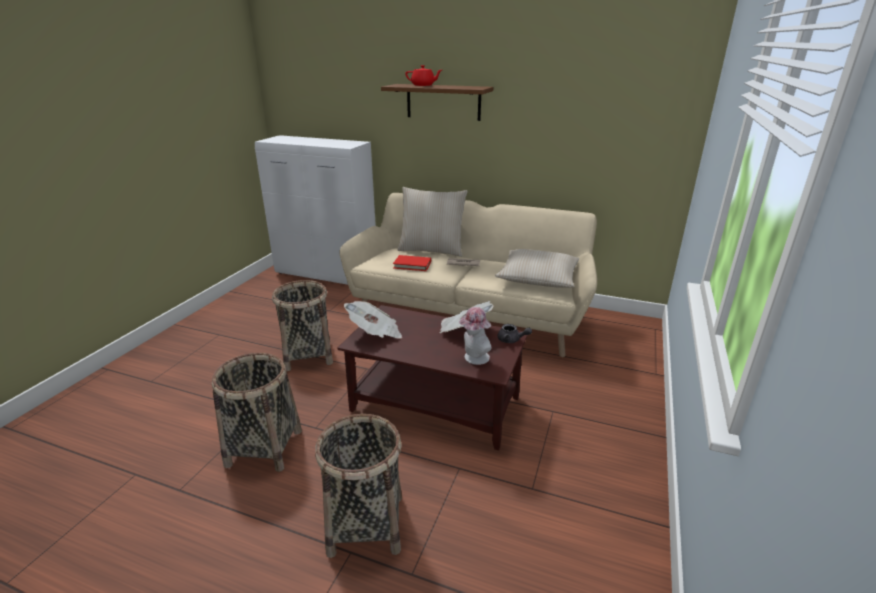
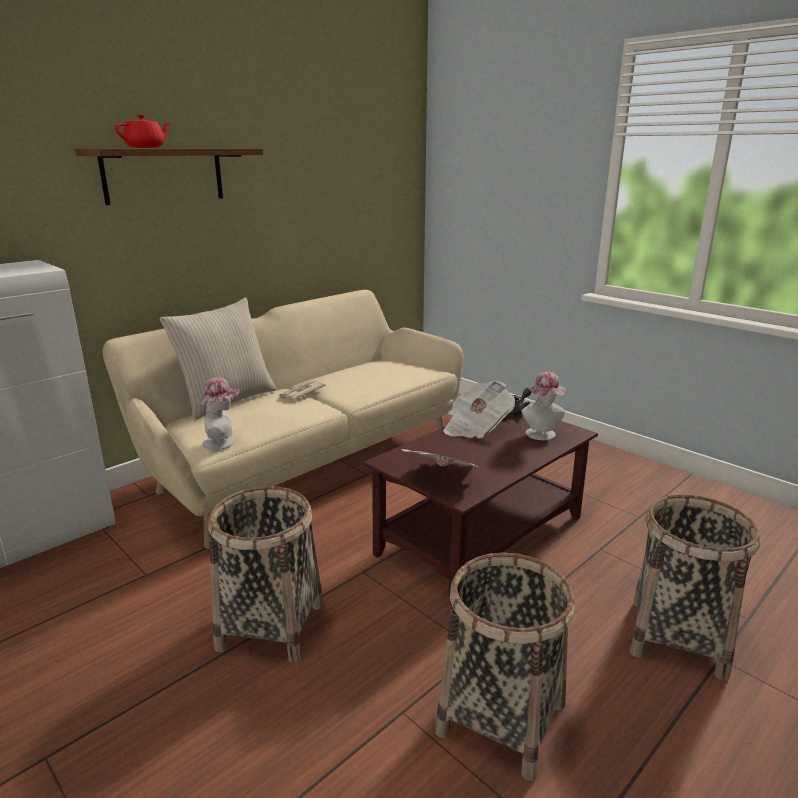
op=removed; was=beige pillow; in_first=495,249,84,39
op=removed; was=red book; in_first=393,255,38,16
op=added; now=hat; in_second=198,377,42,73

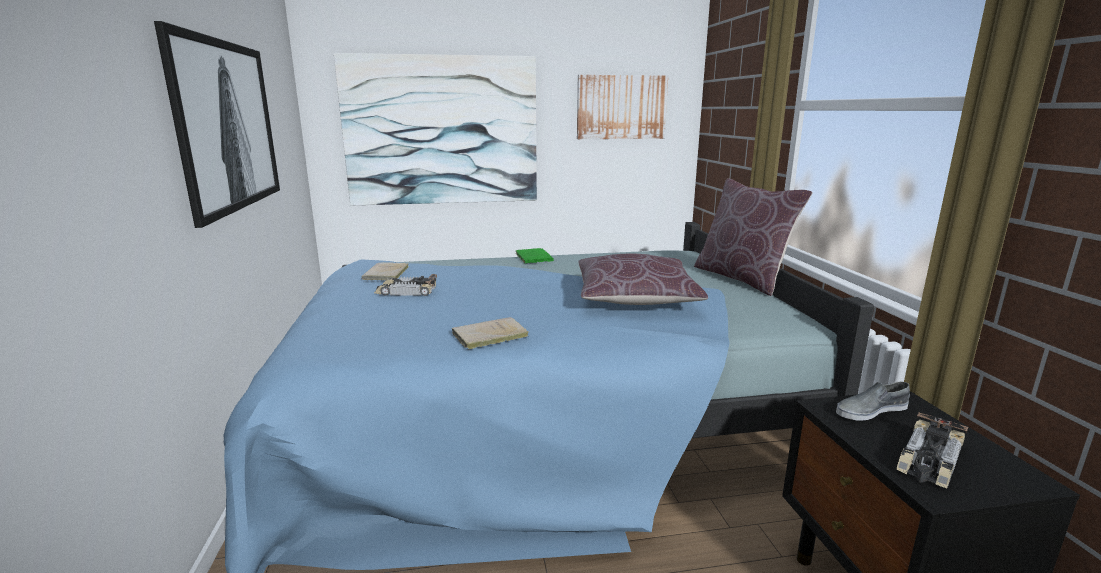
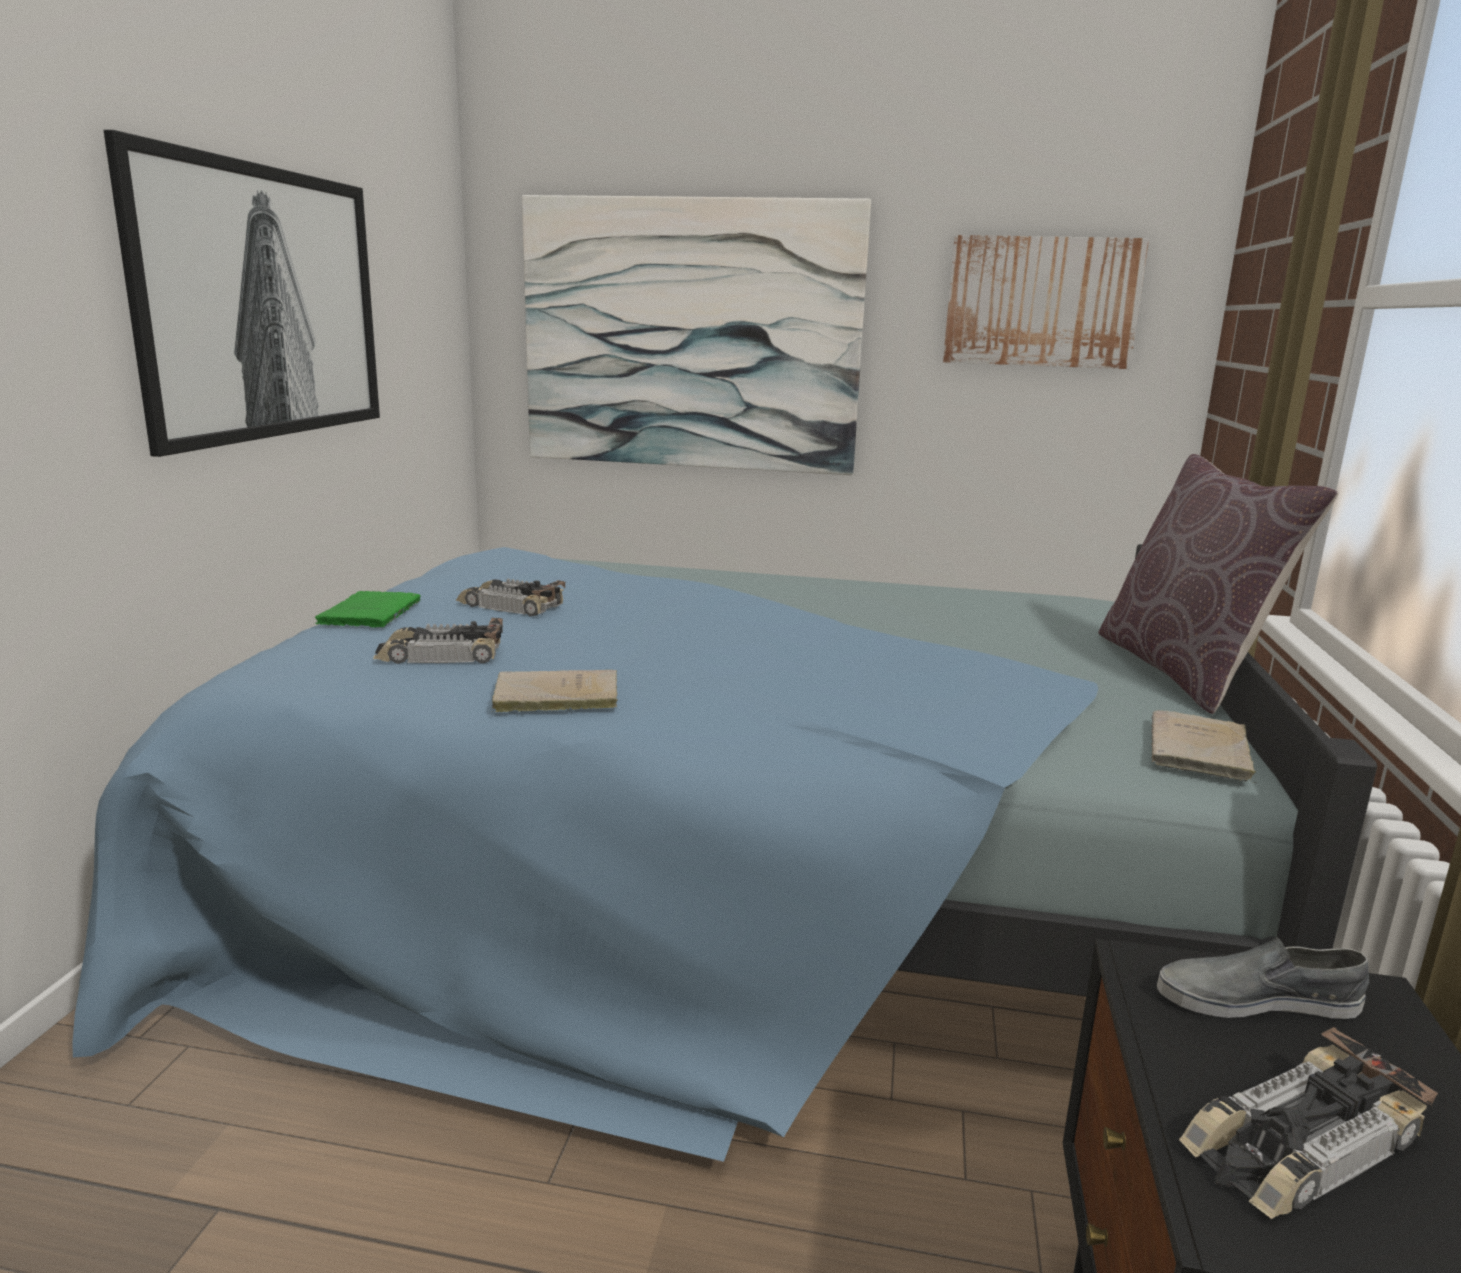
op=moved; was=green book; in_first=515,248,39,15; in_second=315,591,106,37
op=removed; was=brown pillow; in_first=578,254,130,51
op=moved; was=beige book; in_first=361,262,48,18; in_second=1151,710,105,73
op=added; now=toy car; in_second=373,618,130,46

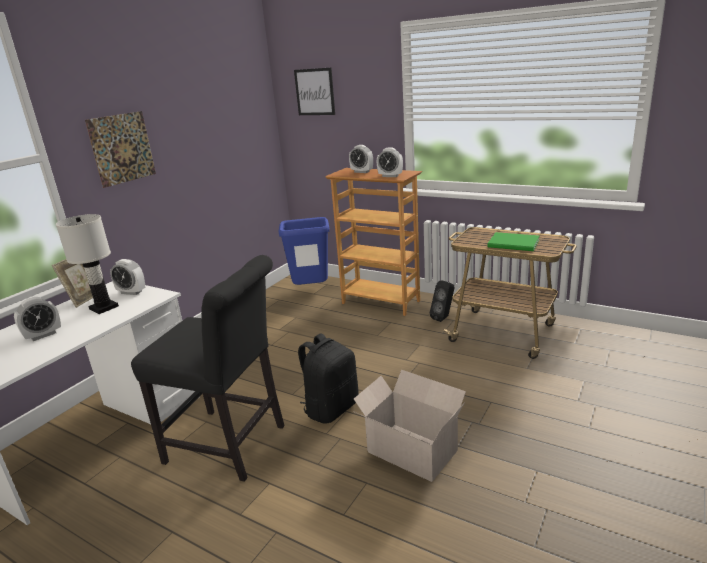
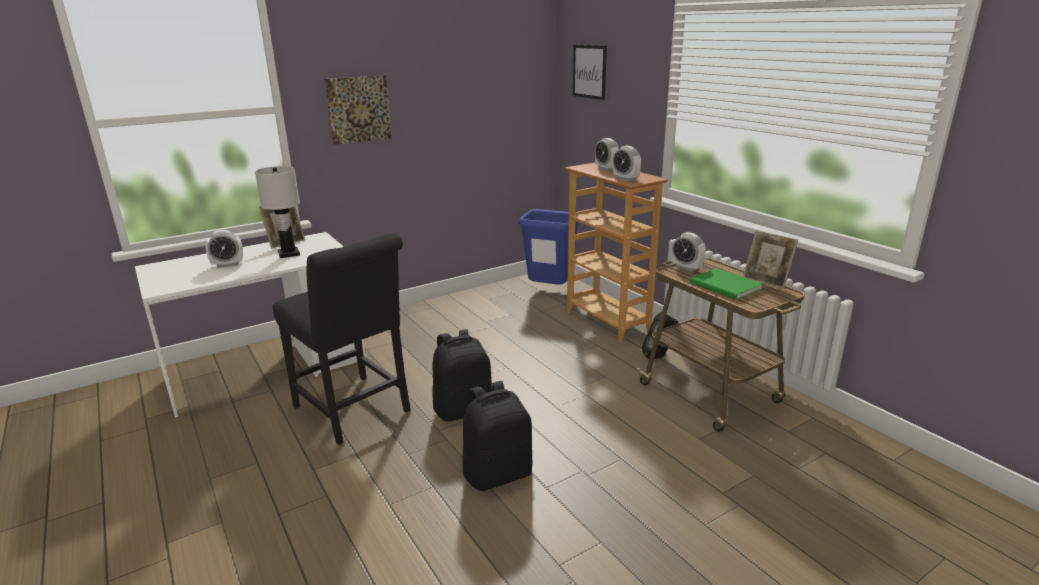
op=moved; was=alarm clock; in_first=110,259,35,36; in_second=671,232,35,40
op=replaced; was=cardboard box; now=black backpack; in_first=353,369,113,113; in_second=462,381,70,110
op=added; now=picture frame; in_second=743,230,55,59

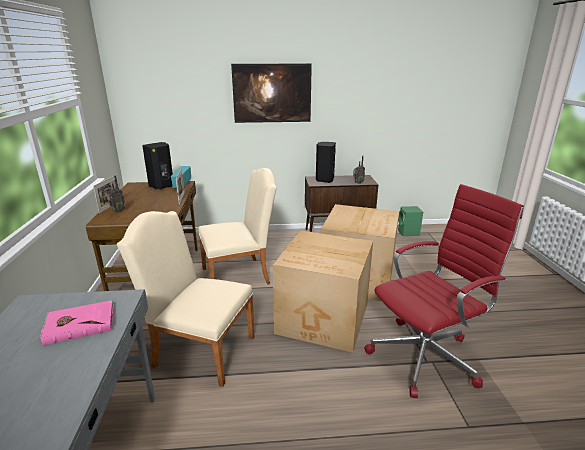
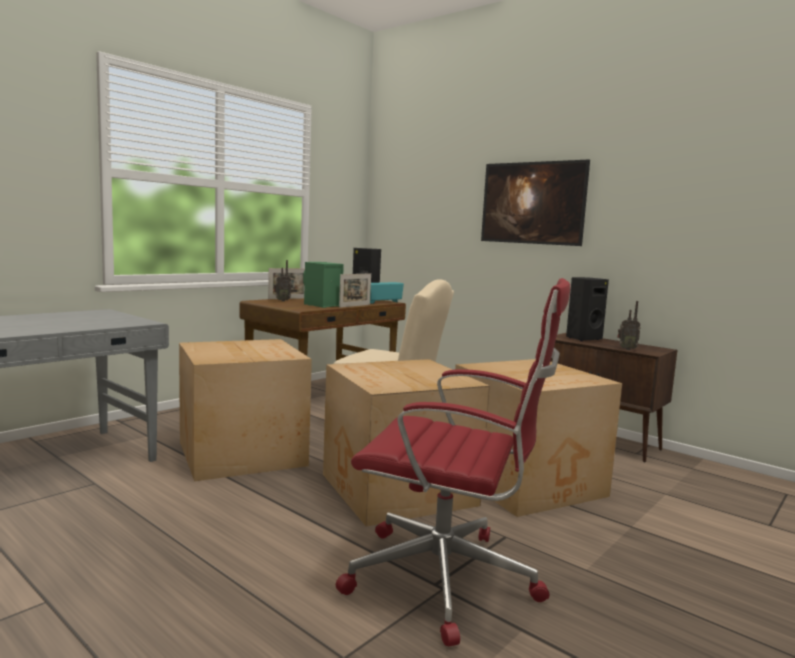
op=moved; was=green speaker; in_first=398,206,25,30; in_second=303,262,41,46
op=replaced; was=beige chair; now=cardboard box; in_first=116,211,138,176; in_second=179,339,133,142
op=removed; was=pink book; in_first=40,300,74,45

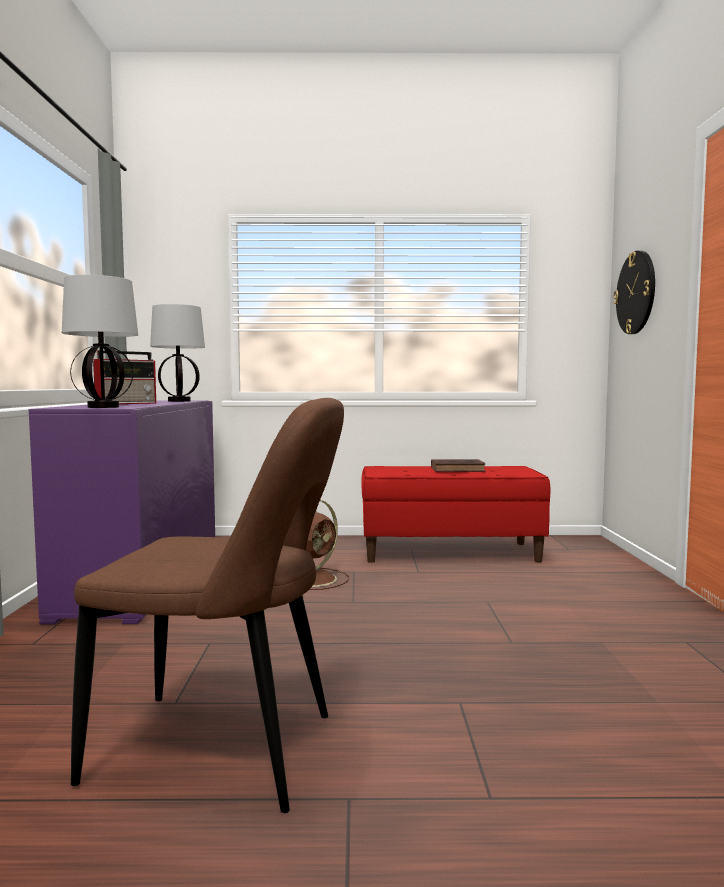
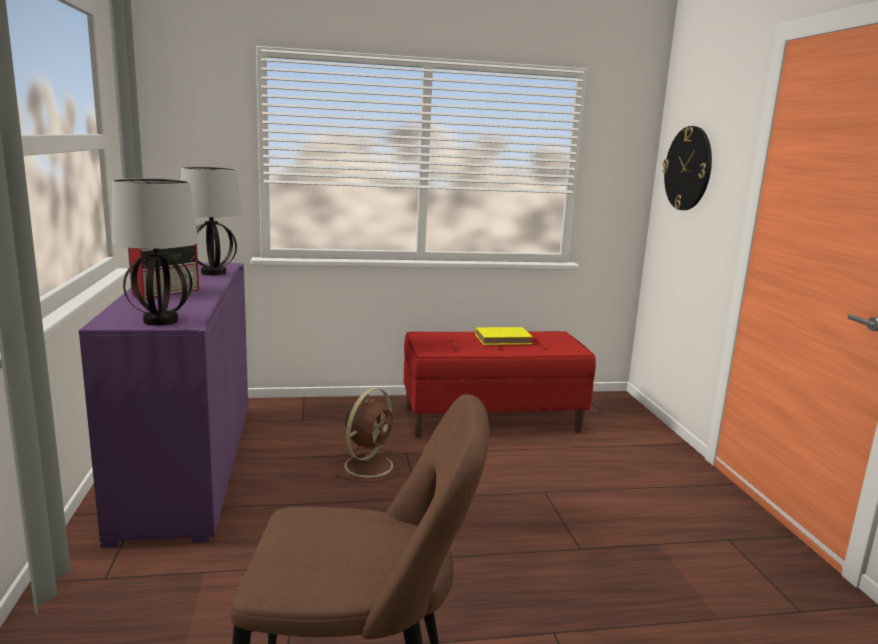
op=recoloured; was=brown book; now=yellow book; in_first=431,459,54,13; in_second=475,327,57,18

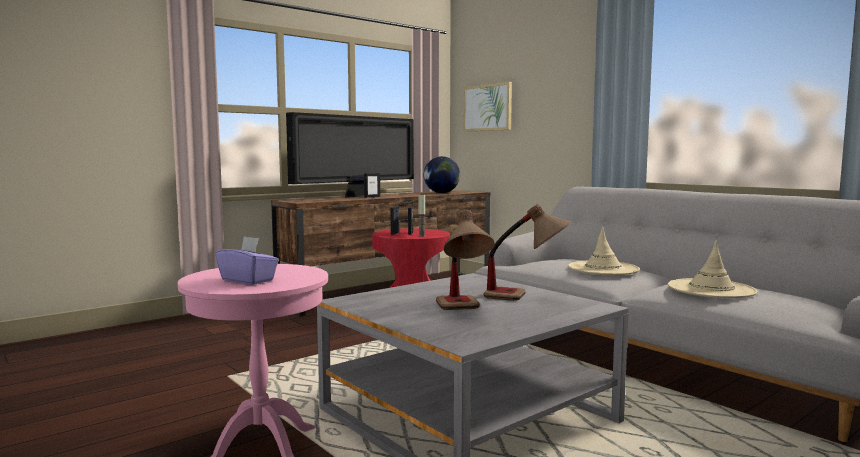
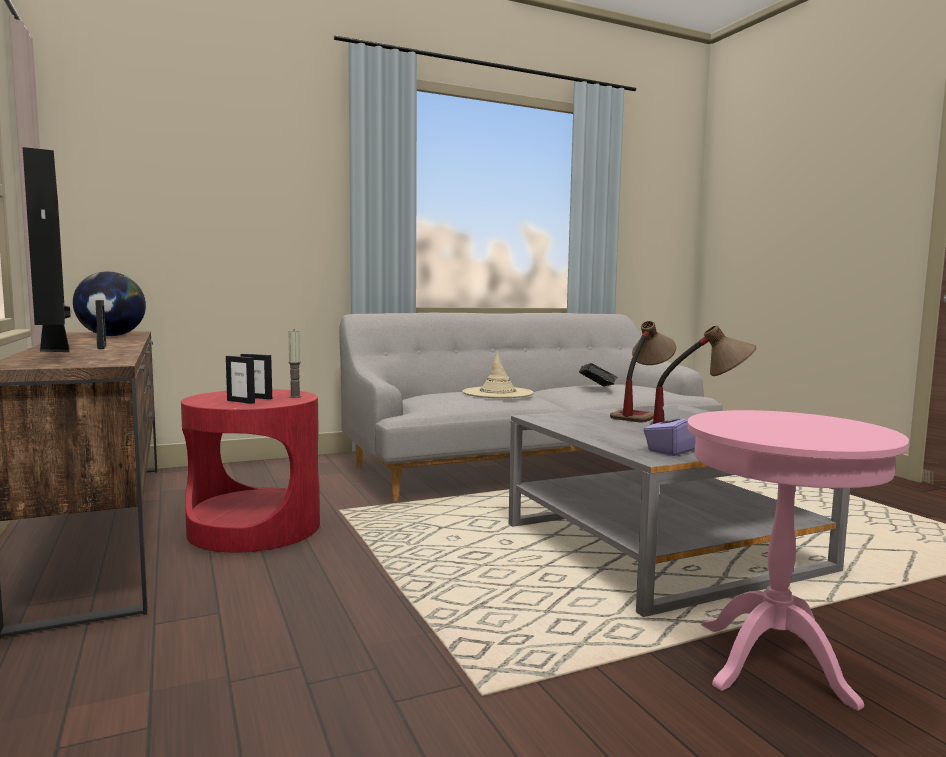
op=removed; was=picture; in_first=464,82,48,50
op=moved; was=purple tissue box; in_first=215,236,64,49; in_second=643,404,52,52
op=replaced; was=beige hat; now=book; in_first=668,241,90,57; in_second=579,363,39,24

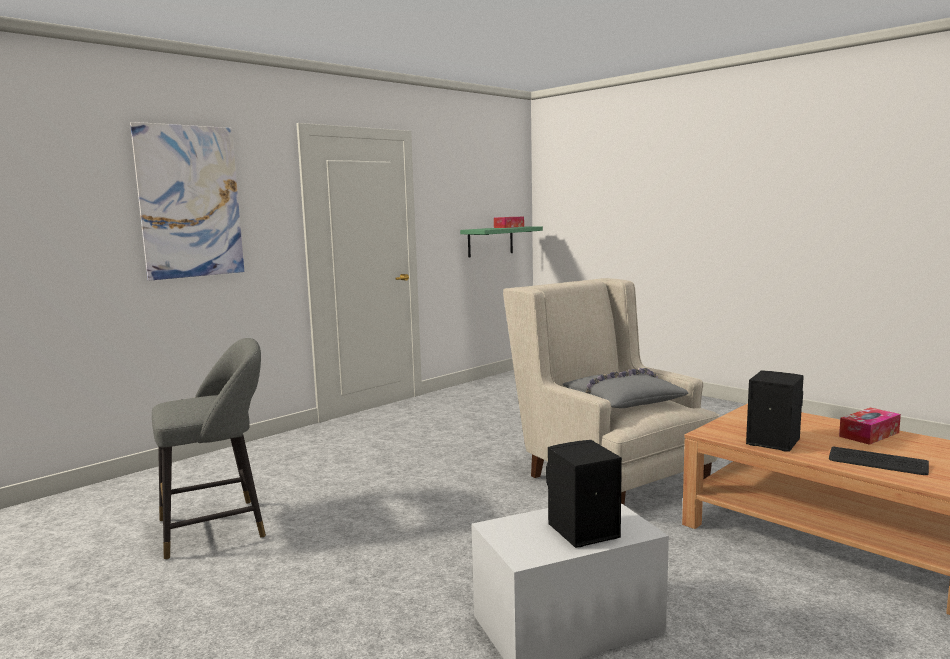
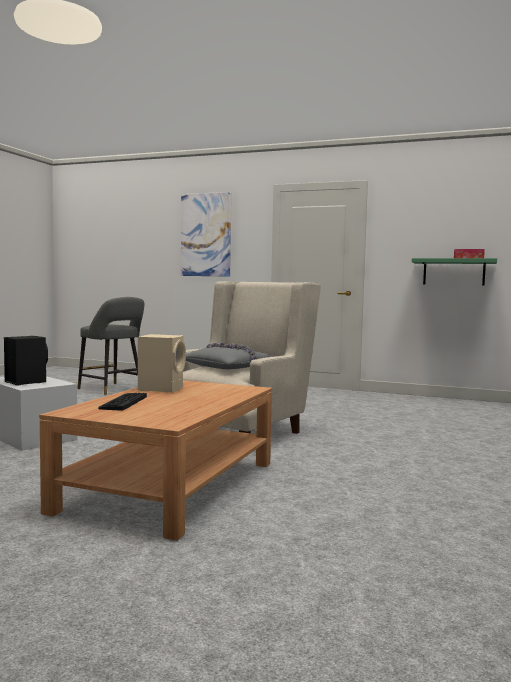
op=recoloured; was=black speaker; now=beige speaker; in_first=746,370,58,82; in_second=138,334,48,58
op=removed; was=tissue box; in_first=839,408,62,37

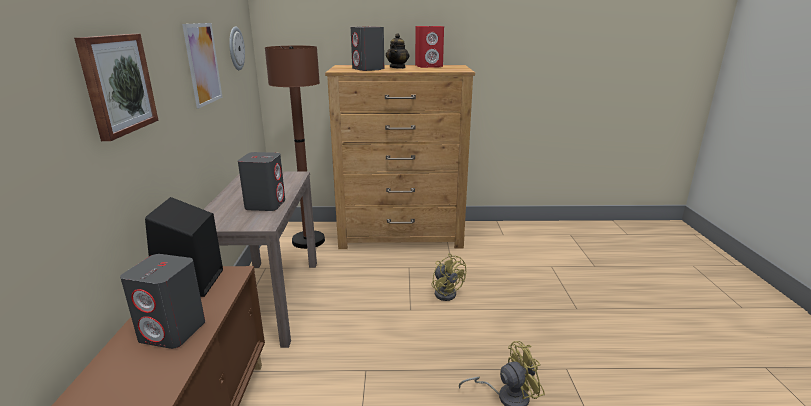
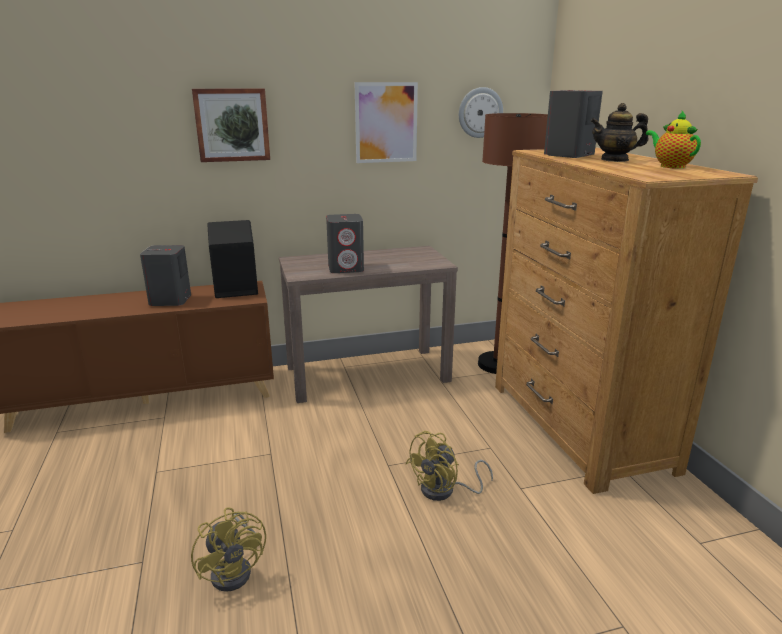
op=replaced; was=red speaker; now=teapot; in_first=415,26,29,42; in_second=646,111,55,58

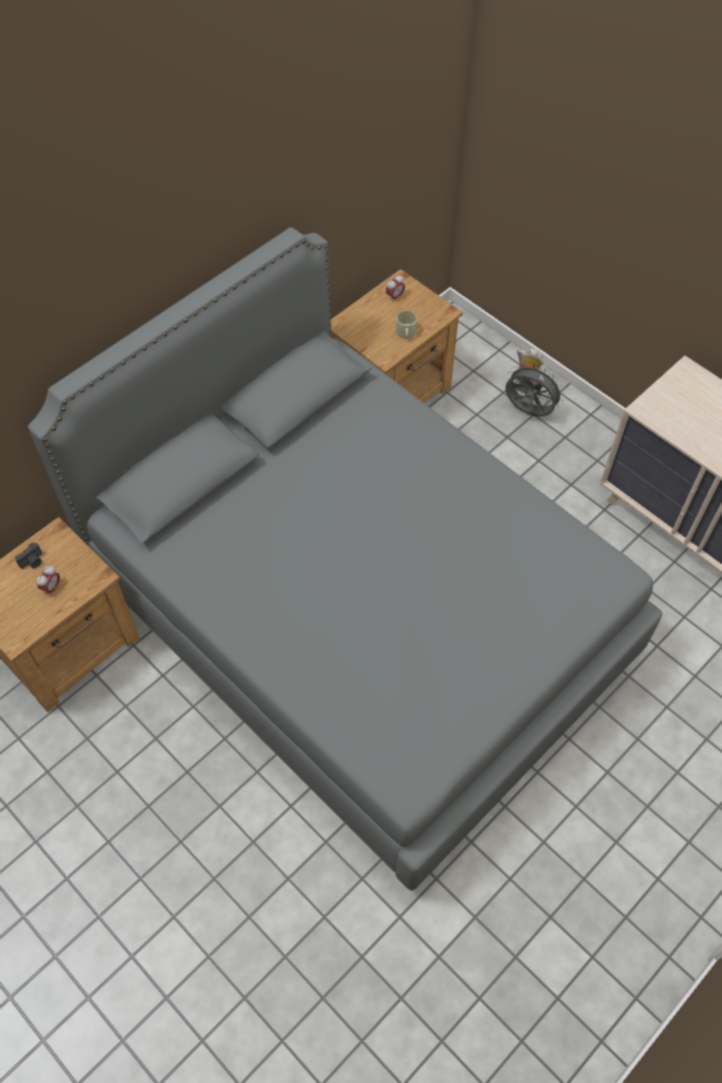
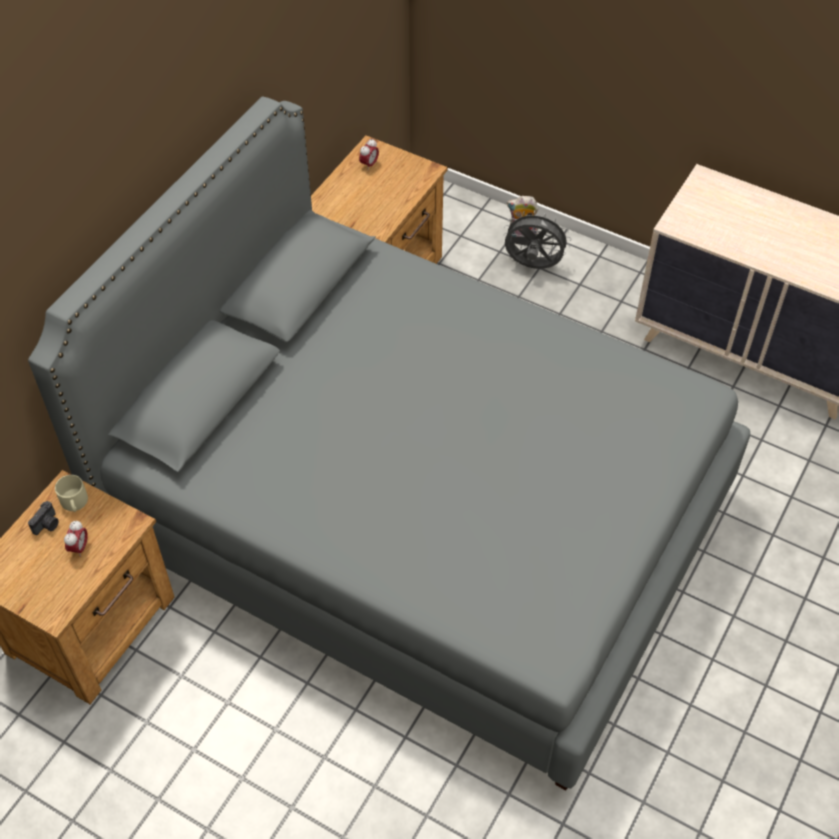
op=moved; was=beige mug; in_first=396,311,21,28; in_second=55,475,33,37

